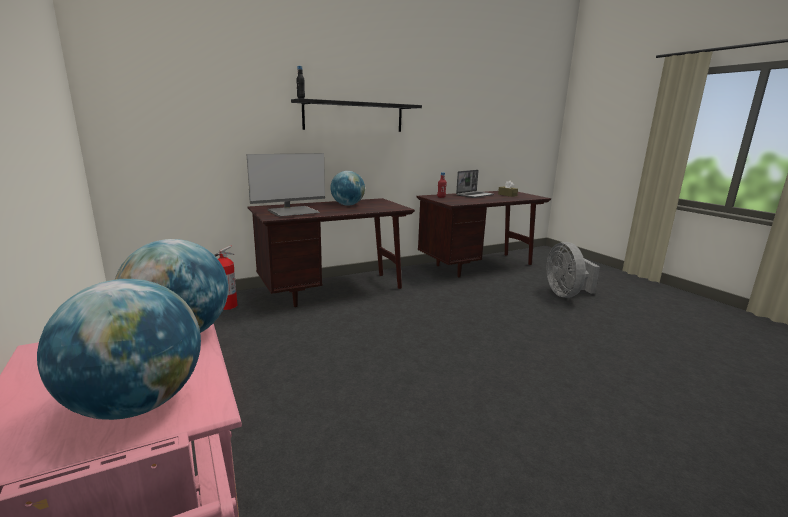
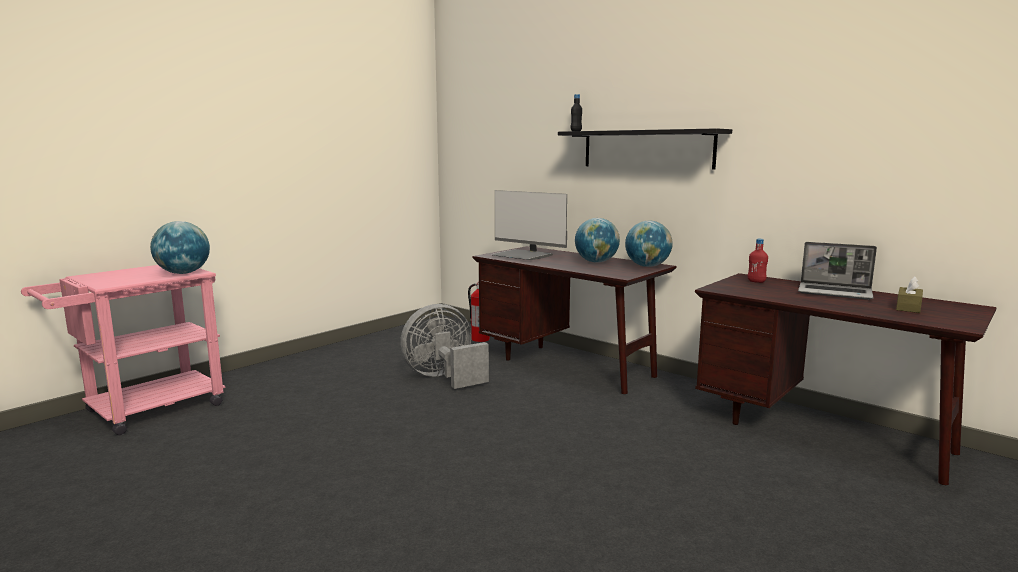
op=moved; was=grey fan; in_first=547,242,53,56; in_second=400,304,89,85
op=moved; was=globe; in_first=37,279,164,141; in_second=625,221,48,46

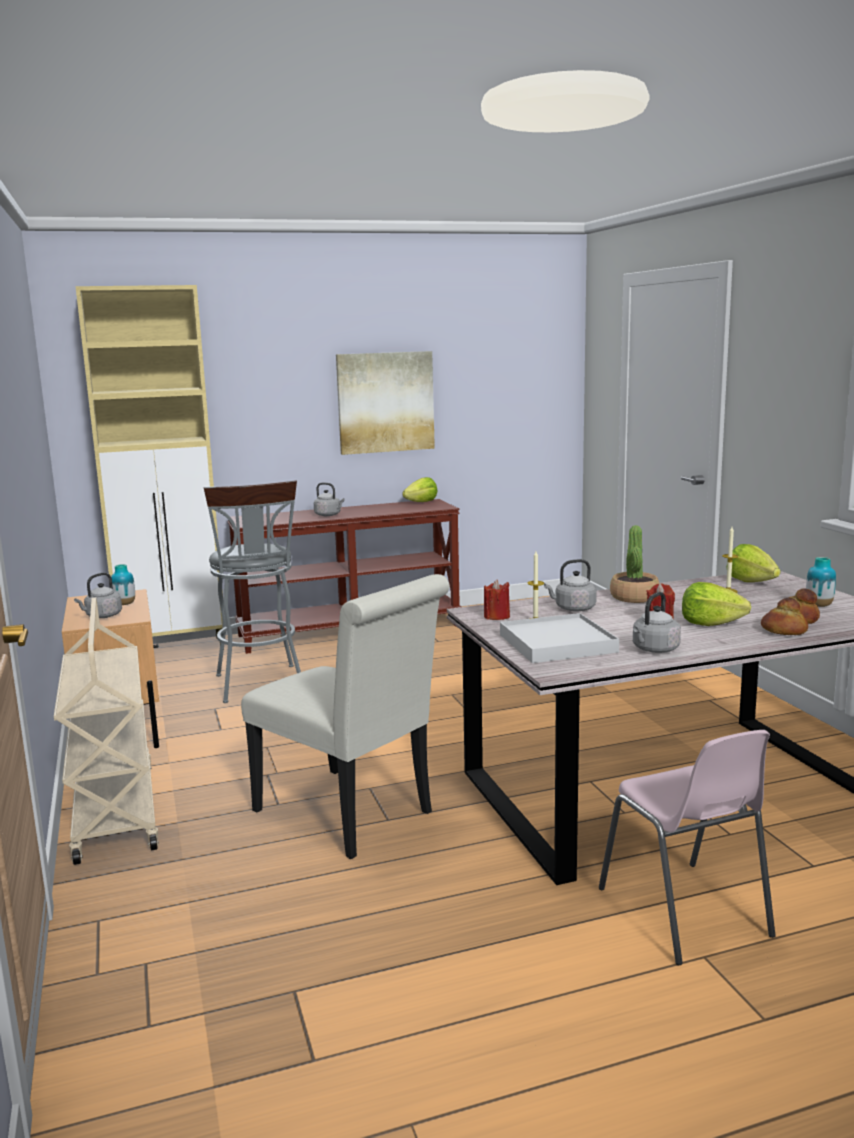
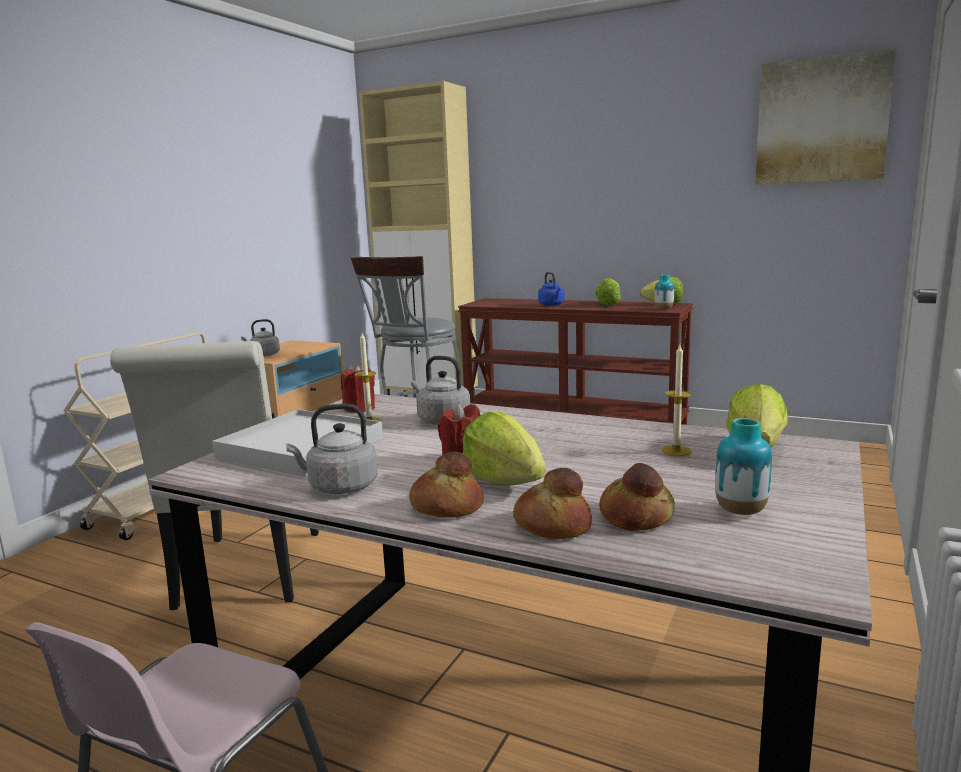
op=moved; was=picture; in_first=336,351,99,104; in_second=755,48,141,136
op=recoloured; was=grey kettle; now=blue kettle; in_first=314,482,31,34; in_second=538,272,27,34
op=removed; was=potted plant; in_first=610,525,50,78
op=moved; was=vase; in_first=111,564,24,41; in_second=655,275,19,35
op=added; now=lettuce; in_second=595,278,26,28
op=added; now=bread; in_second=409,451,75,67

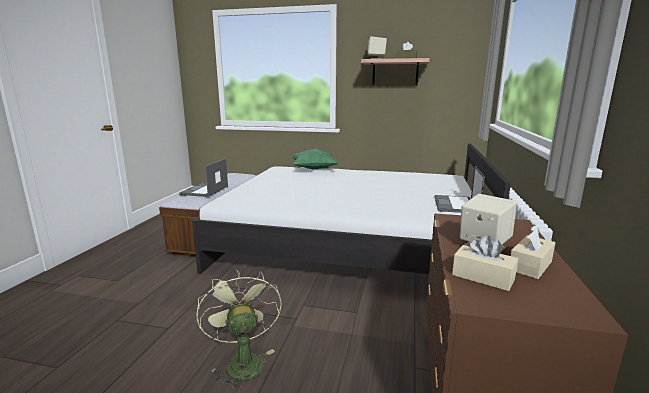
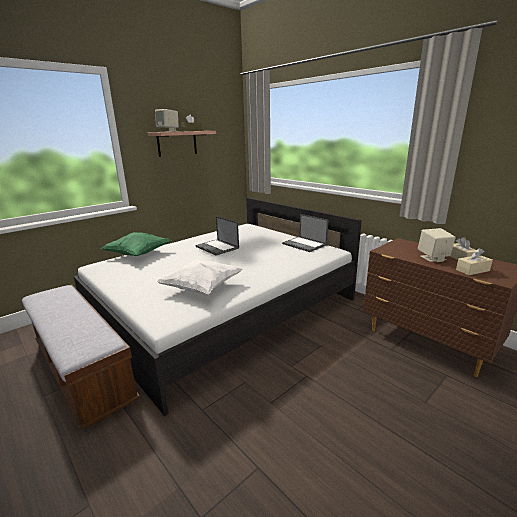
op=moved; was=laptop; in_first=179,159,49,38; in_second=195,216,44,40
op=removed; was=green fan; in_first=196,269,86,122
op=added; now=white pillow; in_second=157,260,86,35

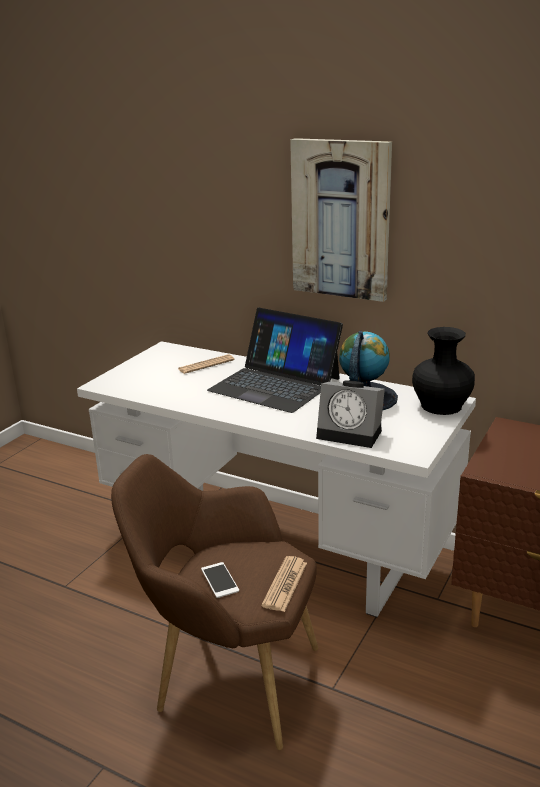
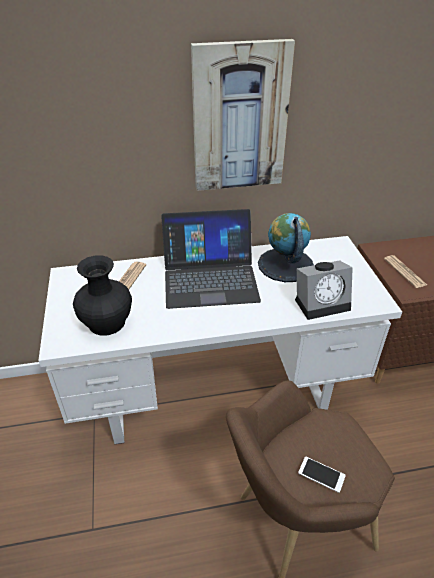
op=moved; was=black vase; in_first=412,327,63,88; in_second=73,255,59,81
op=moved; was=newspaper; in_first=261,556,46,56; in_second=384,255,43,33

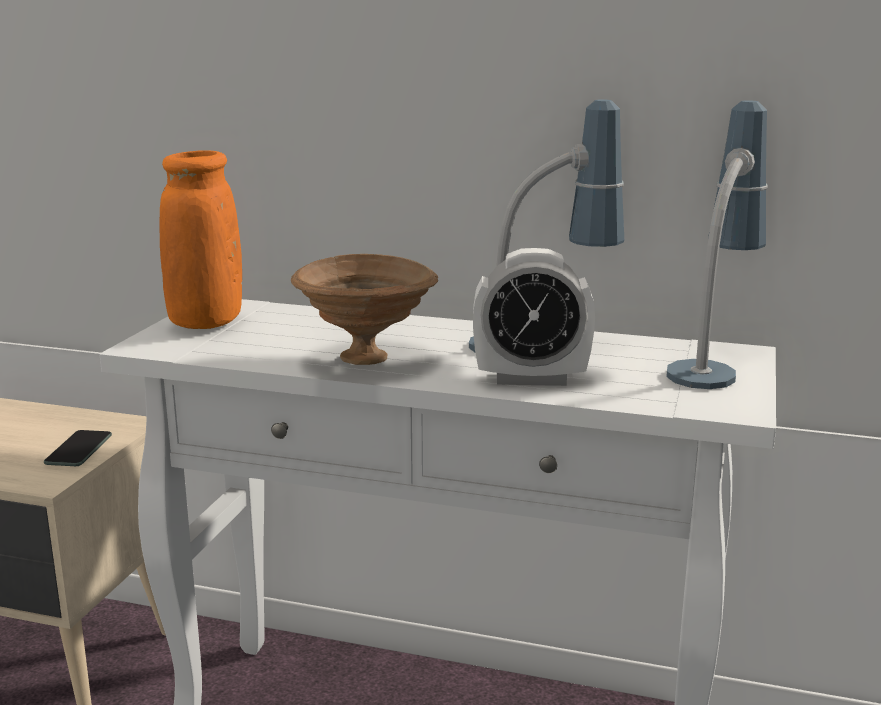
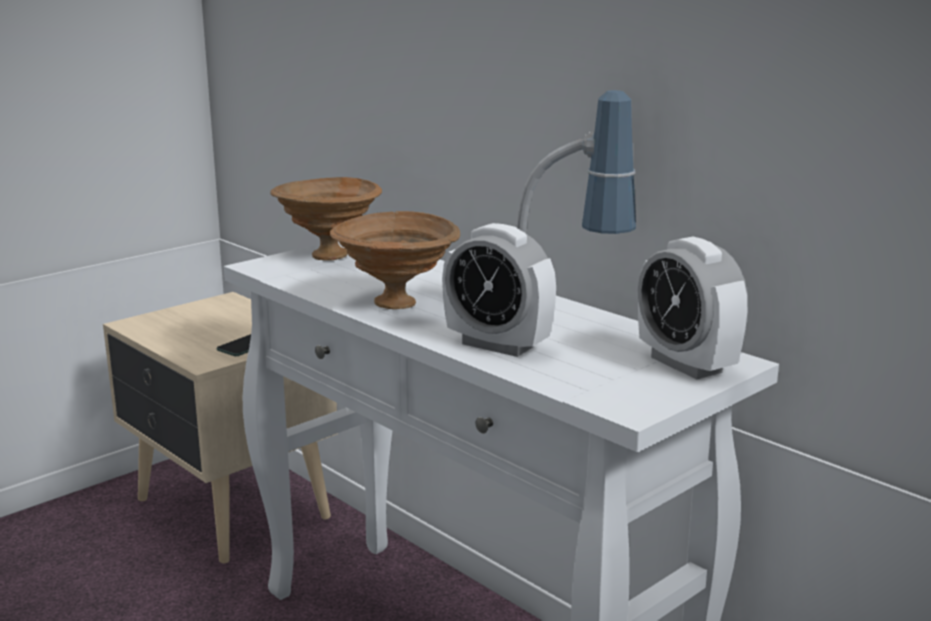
op=replaced; was=table lamp; now=alarm clock; in_first=666,100,102,289; in_second=638,237,110,142
op=replaced; was=orange vase; now=brown bowl; in_first=160,150,82,179; in_second=270,177,112,84

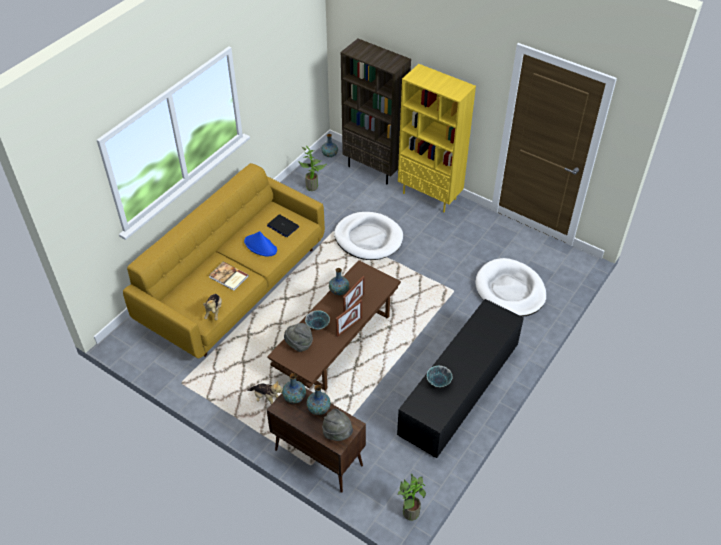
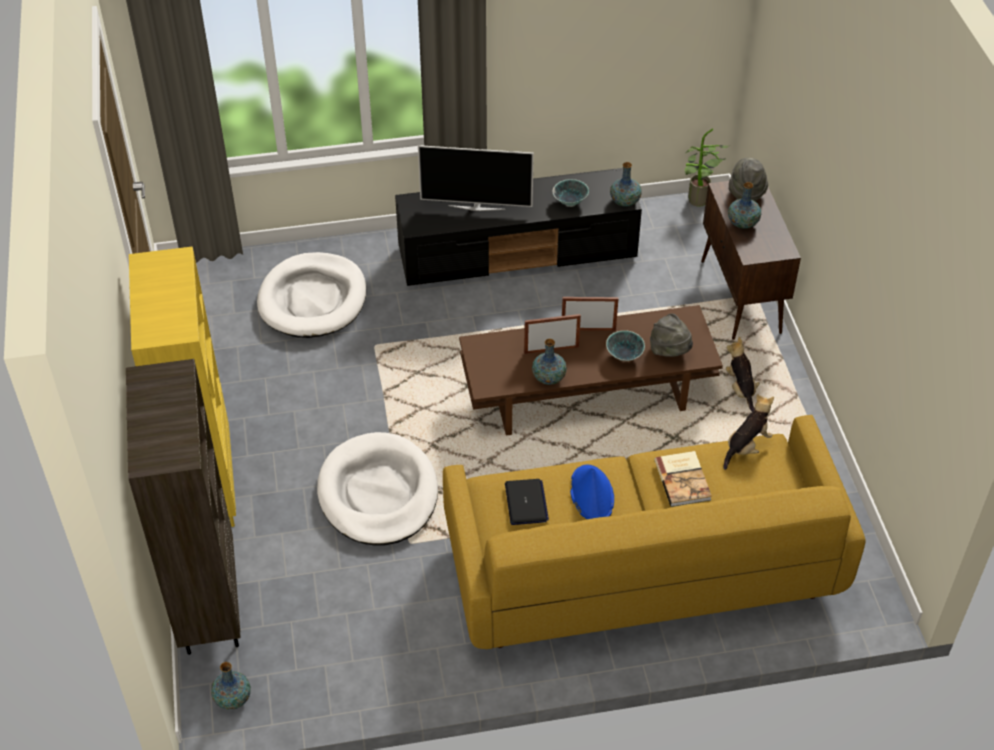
op=removed; was=potted plant; in_first=298,146,29,45
op=moved; was=vase; in_first=282,373,24,30; in_second=610,162,32,45
op=added; now=television; in_second=418,145,116,66

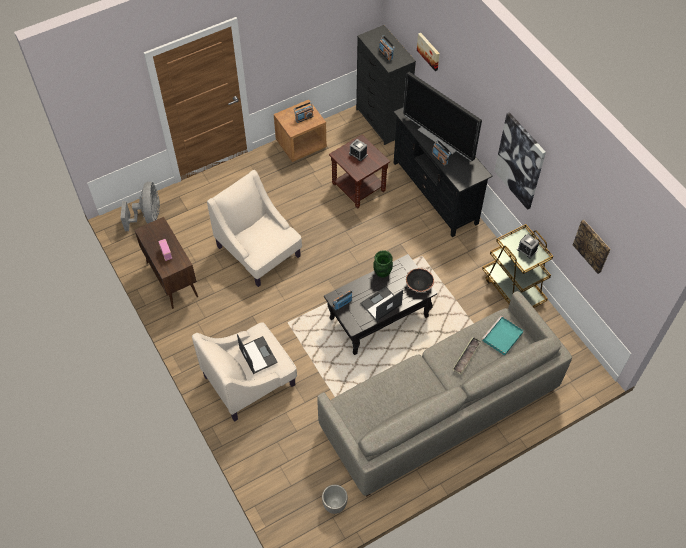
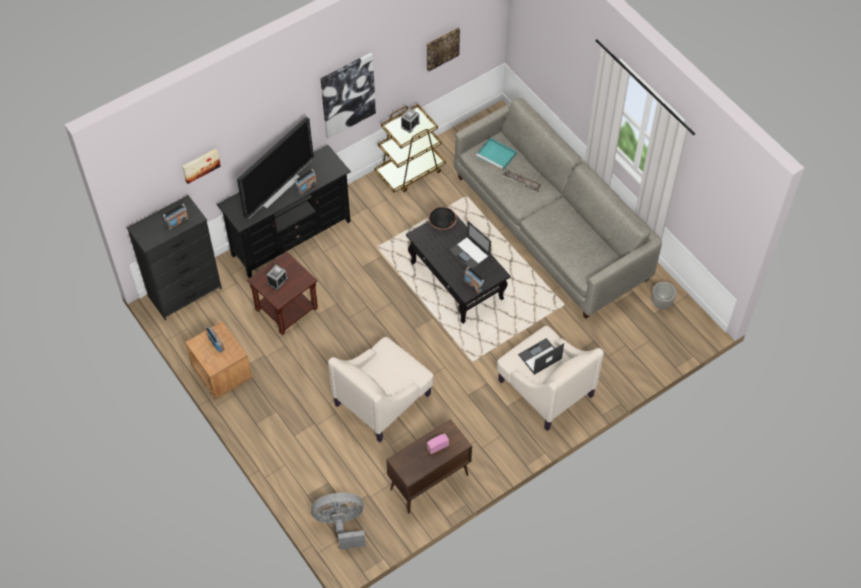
op=removed; was=green vase; in_first=373,250,20,28

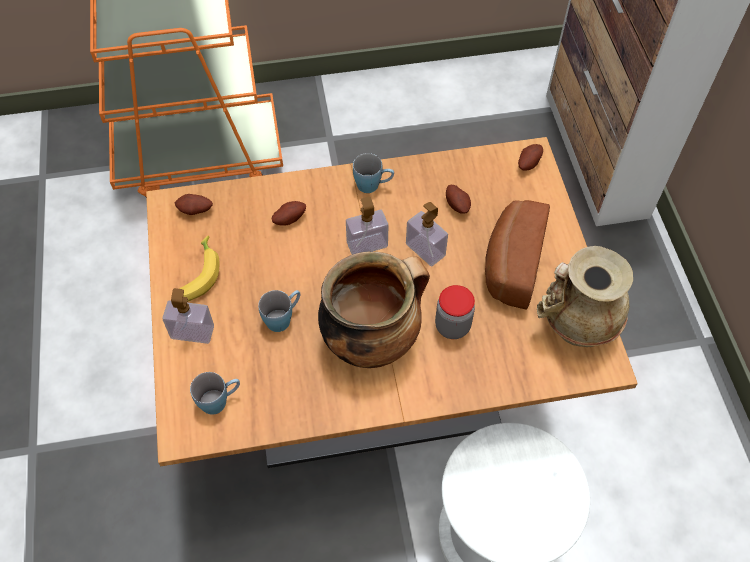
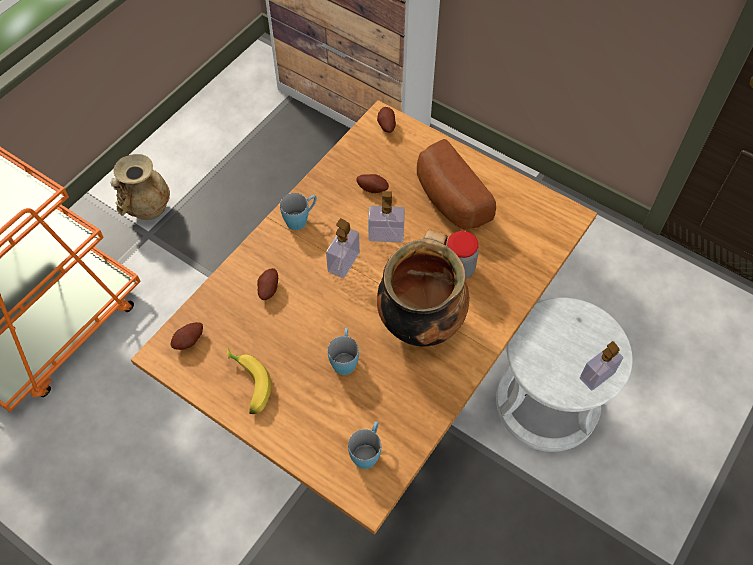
op=moved; was=beige vase; in_first=537,246,96,101; in_second=111,154,59,66
op=moved; was=soap dispenser; in_first=162,288,52,56; in_second=580,341,43,50

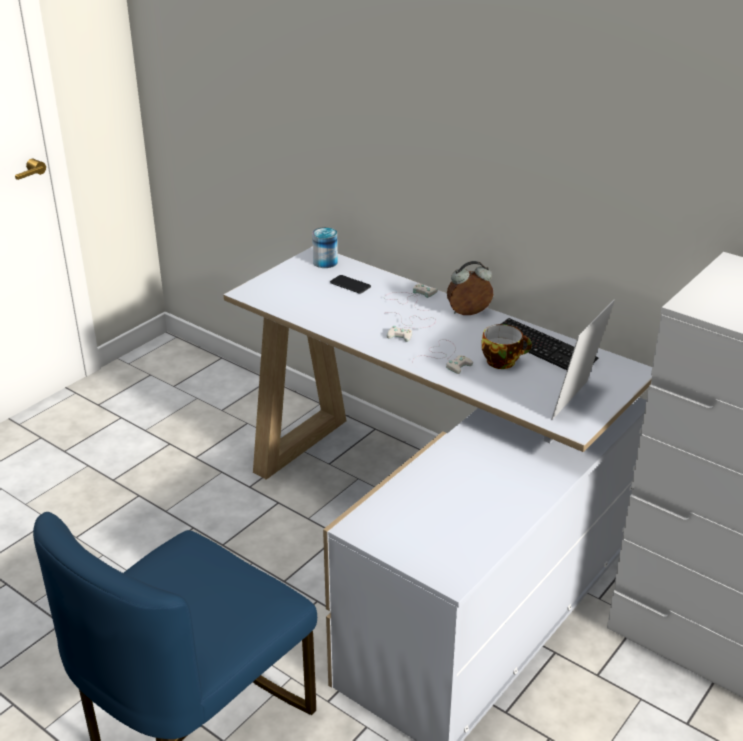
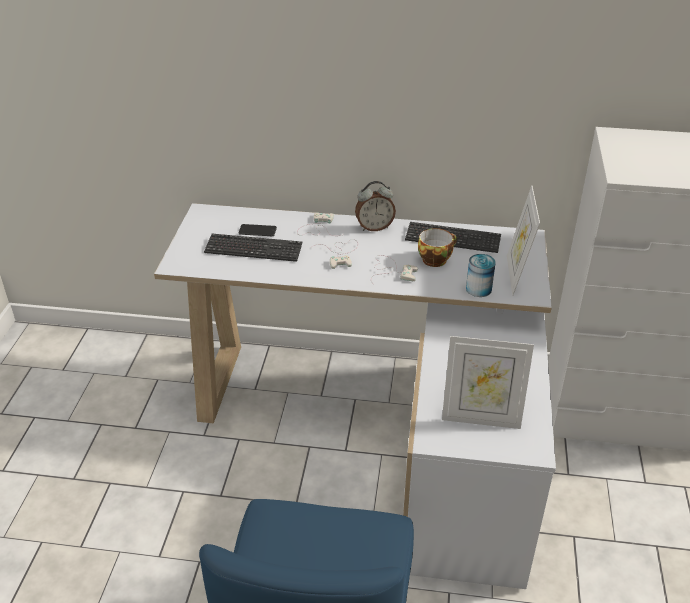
op=moved; was=can; in_first=312,227,26,41; in_second=466,254,30,43
op=turned; was=alarm clock; in_first=447,261,46,54; in_second=355,181,41,50; clockwise=-150
op=added; now=keyboard; in_second=204,234,98,28
op=added; now=picture frame; in_second=442,336,92,93

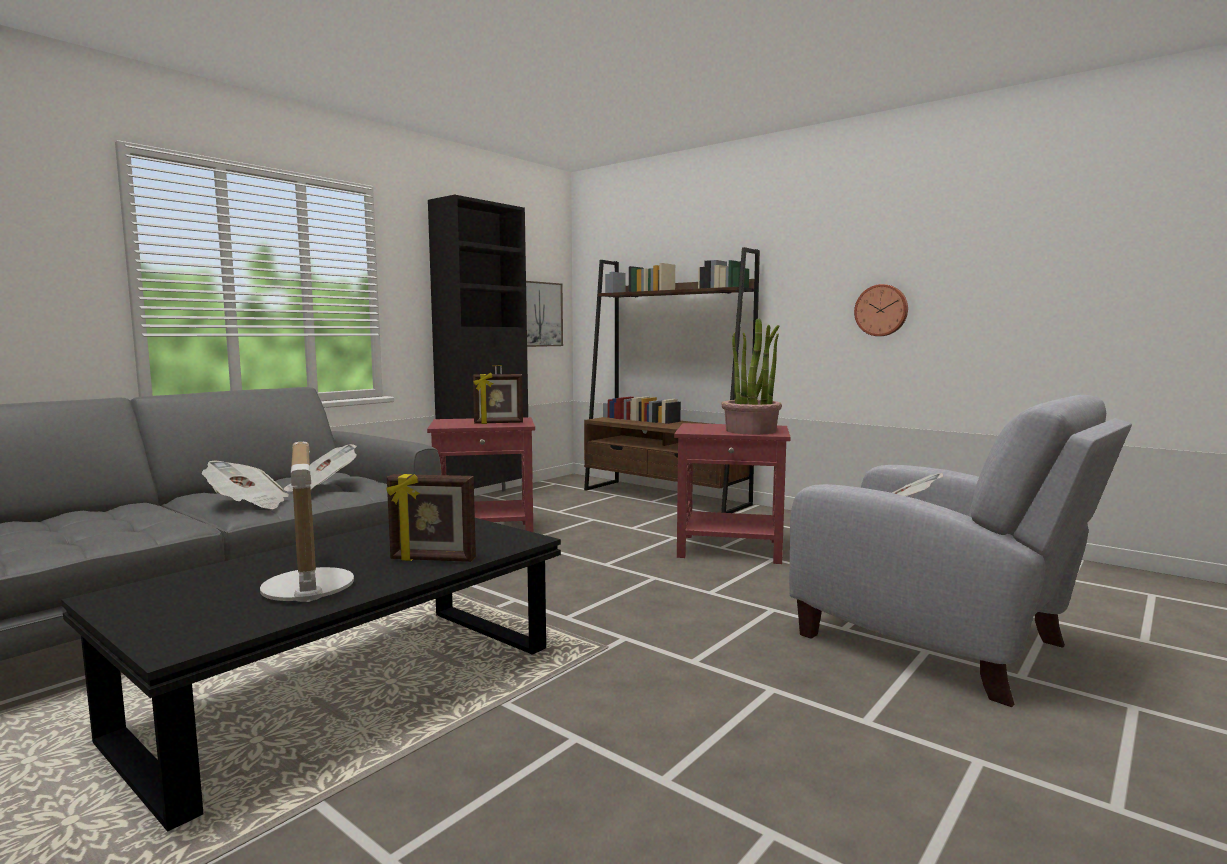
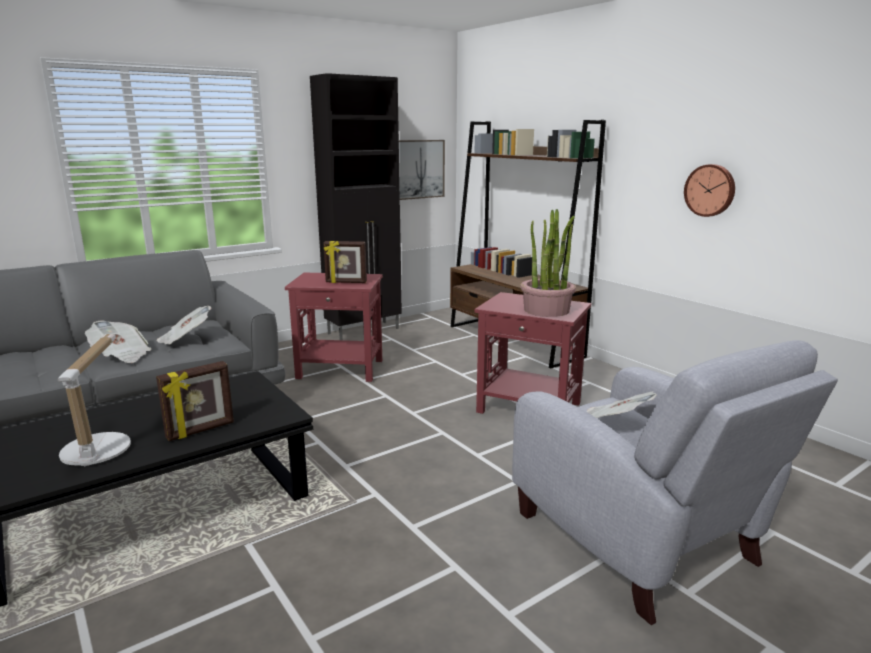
op=turned; was=picture frame; in_first=386,474,90,88; in_second=156,361,78,80; clockwise=-60

